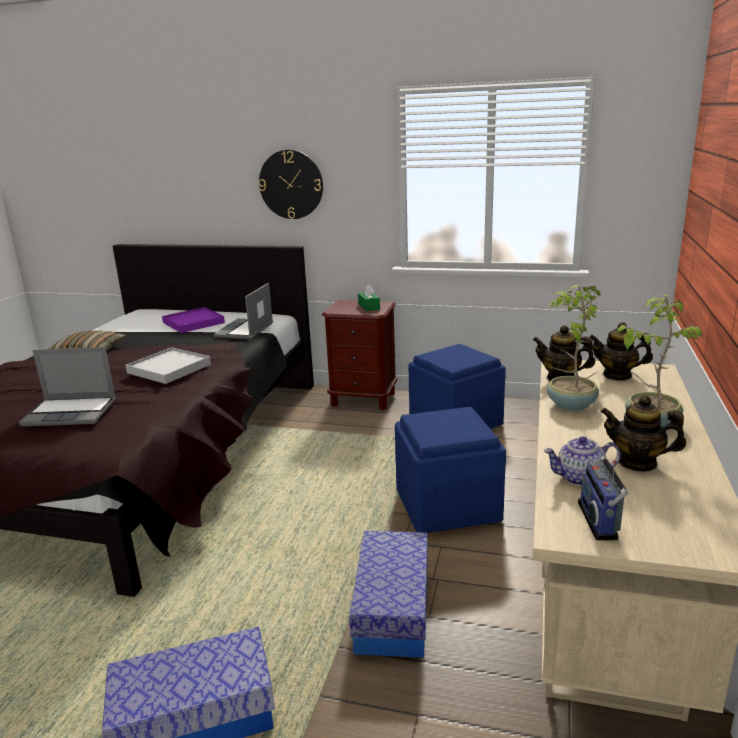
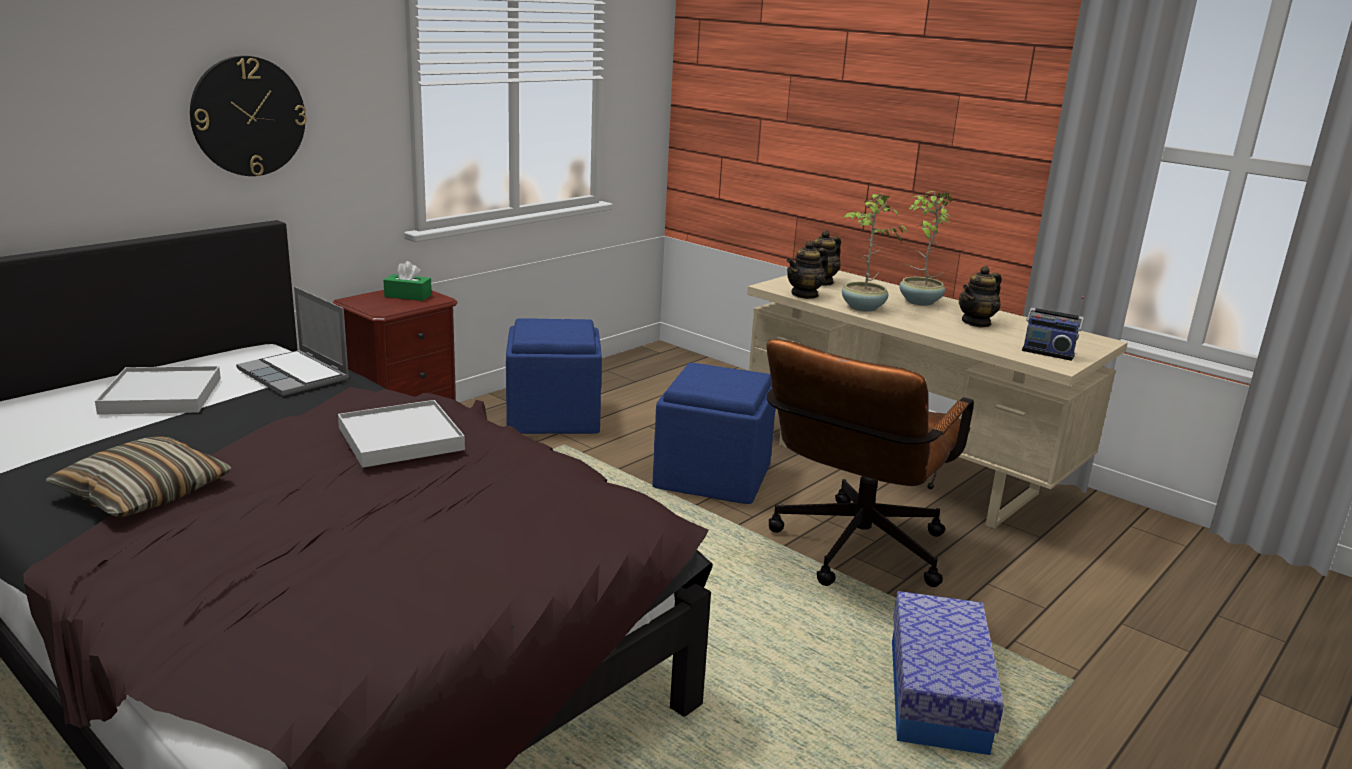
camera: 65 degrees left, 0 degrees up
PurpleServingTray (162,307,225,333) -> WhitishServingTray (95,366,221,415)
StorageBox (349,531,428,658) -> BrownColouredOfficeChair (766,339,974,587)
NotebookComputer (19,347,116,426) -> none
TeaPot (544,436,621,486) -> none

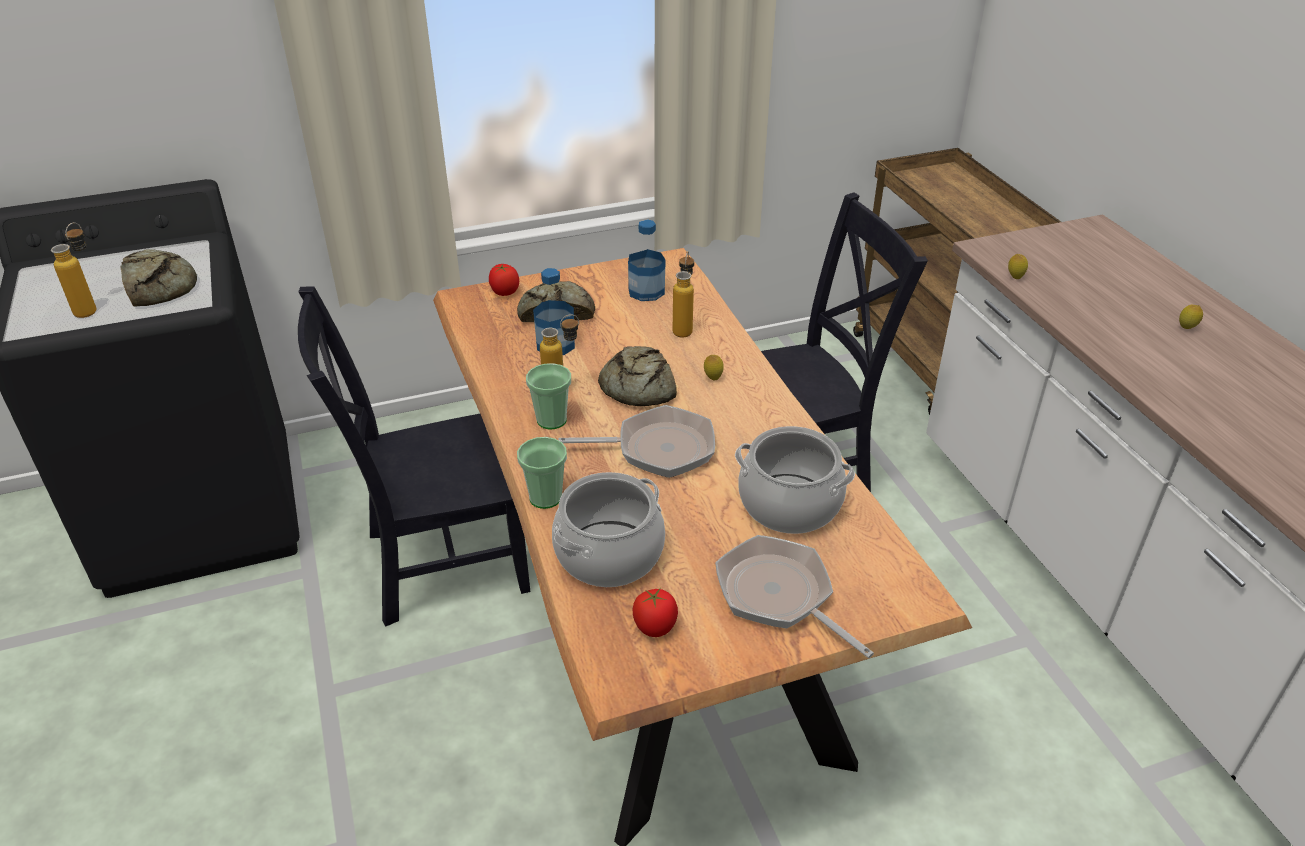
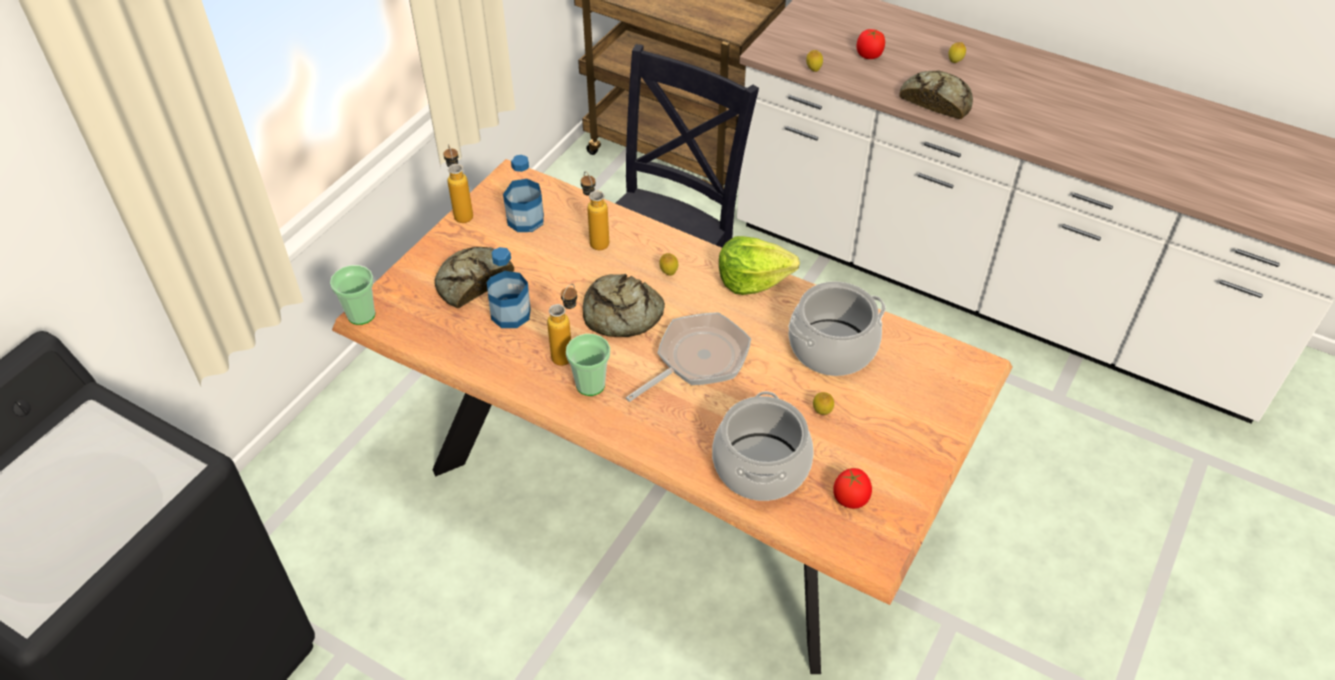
camera: 40 degrees left, 10 degrees up
SmallCup (517,437,567,509) -> SmallCup (330,265,376,325), shifted
DrinkBottle (51,222,96,318) -> DrinkBottle (443,144,473,223), shifted
none -> Lettuce (719,236,800,295)
none -> Lemon (813,392,834,415)
WholeTomato (489,264,519,296) -> WholeTomato (856,29,885,59), shifted
BakeryBread (120,249,197,306) -> BakeryBread (899,70,973,119), shifted
BlackishPlainChair (298,286,530,626) -> none
Pan (715,535,874,658) -> none

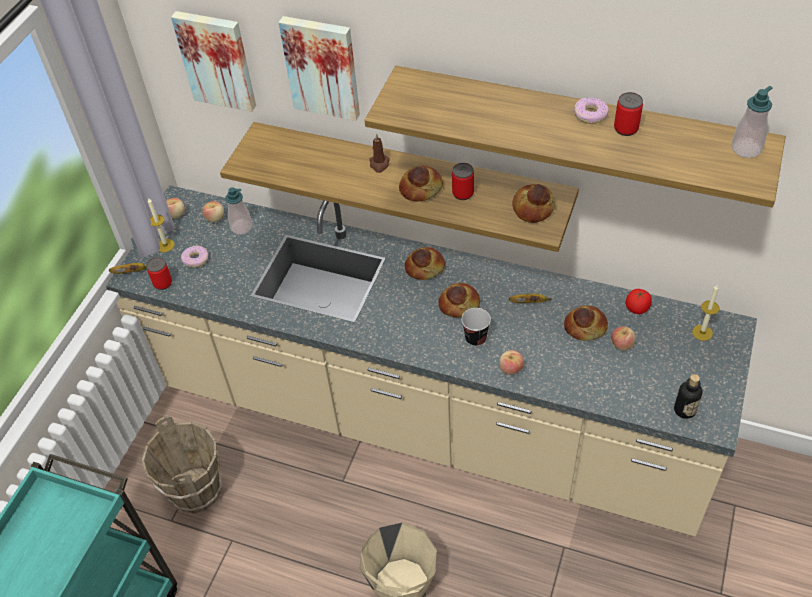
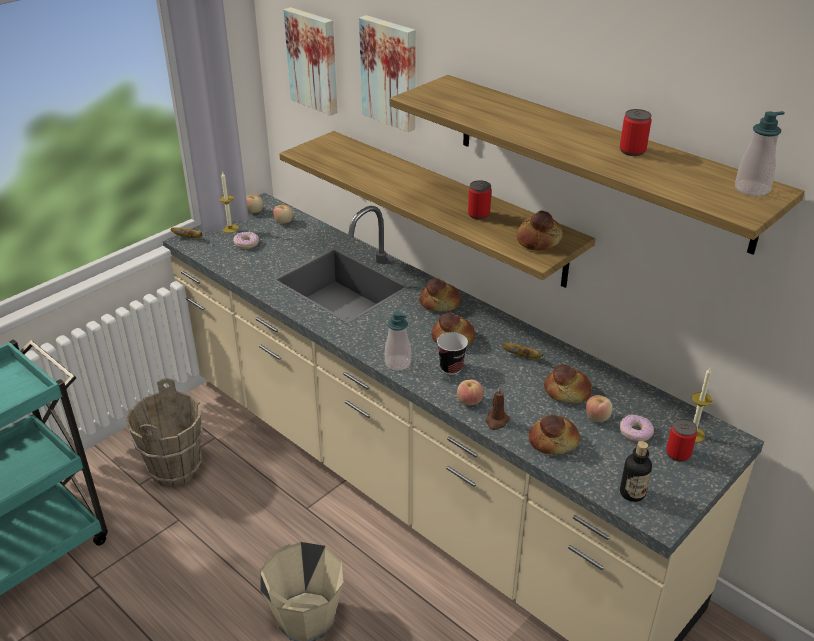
camera: 20 degrees right, 15 degrees down
SoapDispenser (225,187,253,235) -> SoapDispenser (385,311,411,371), shifted
BrownColouredCandle (370,133,390,173) -> BrownColouredCandle (486,387,510,430), shifted
BakeryBread (399,166,443,201) -> BakeryBread (529,414,580,455), shifted
Doughnut (574,97,609,124) -> Doughnut (620,415,654,442), shifted
MetalCan (146,257,172,290) -> MetalCan (666,419,697,462), shifted
WholeTomato (626,289,652,314) -> none

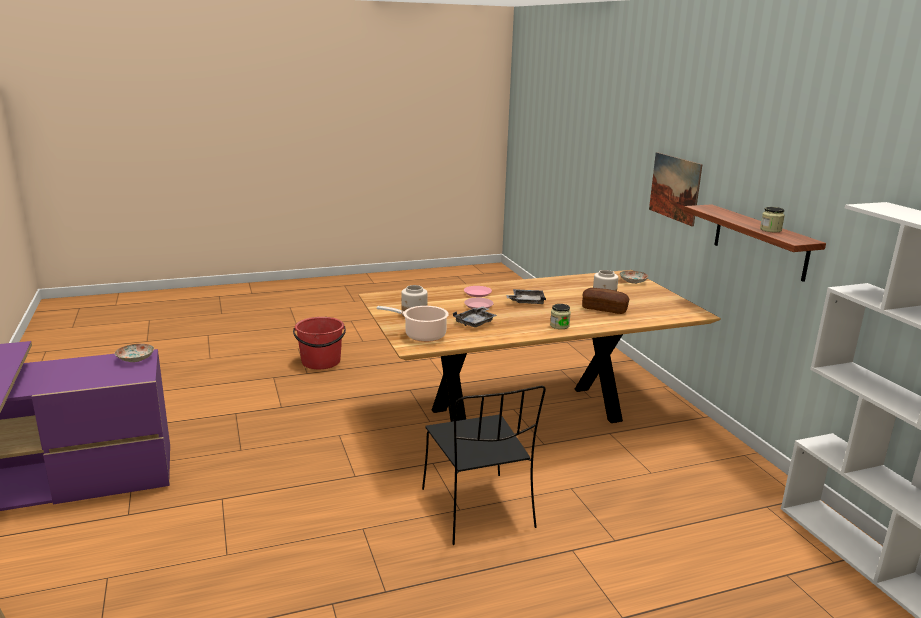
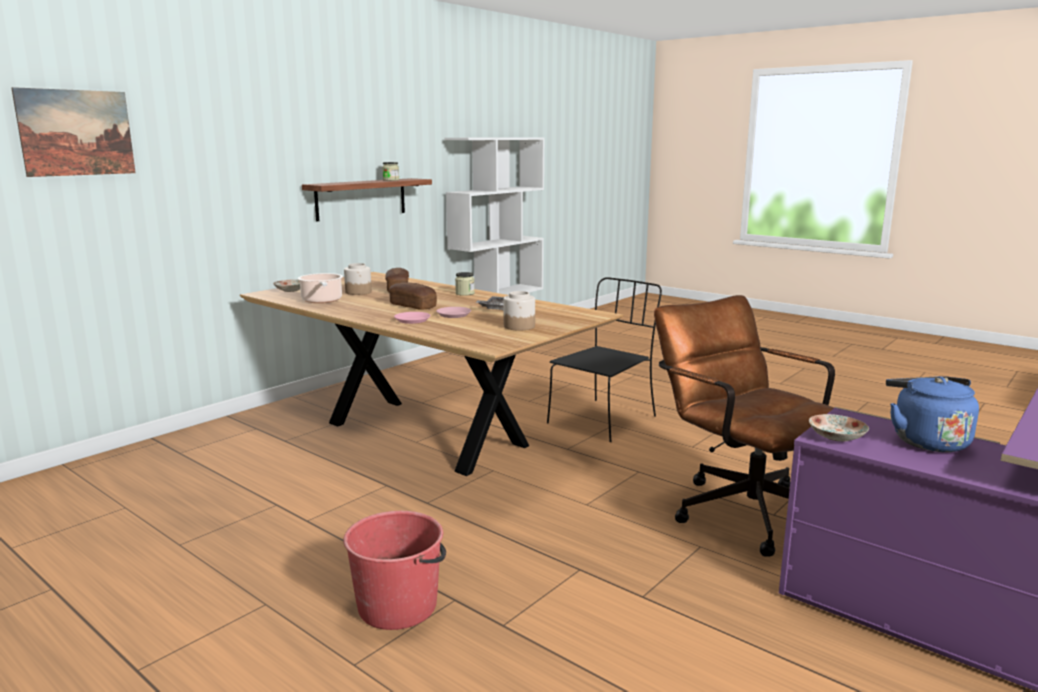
camera: 120 degrees left, 5 degrees down
WallPicture (649,152,703,227) -> WallPicture (11,87,136,177), shifted
Saucepot (377,306,449,342) -> Saucepot (297,273,343,303), shifted
GrayServingTray (506,289,546,304) -> BakeryBread (389,282,437,310)
none -> BrownColouredOfficeChair (654,295,835,557)
none -> BlueColouredTeaKettle (886,376,979,452)

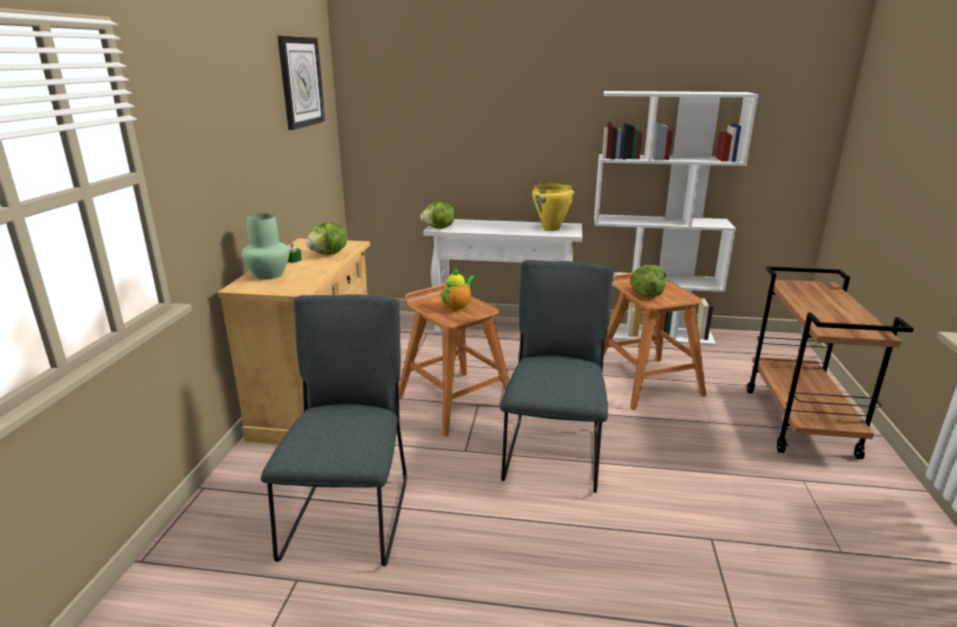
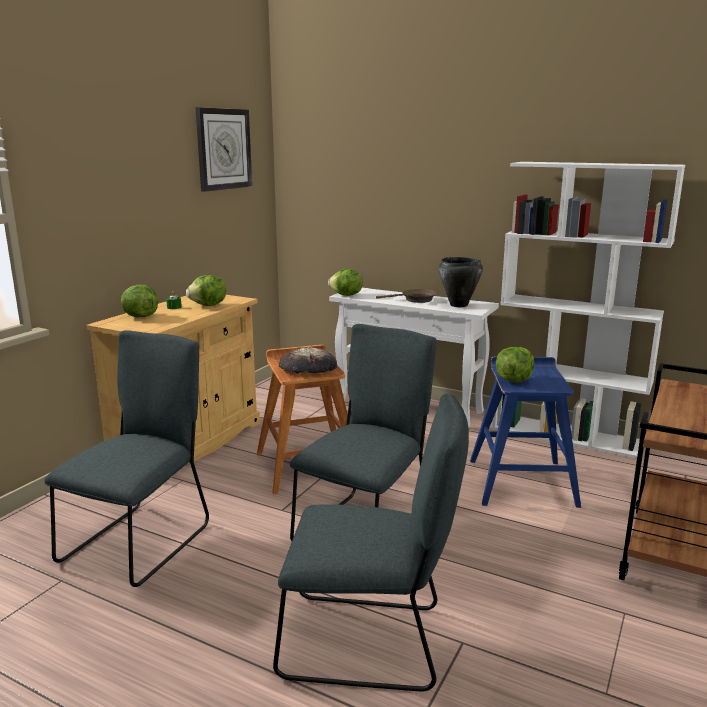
camera: 20 degrees right, 5 degrees down
GreenVase (242,214,289,280) -> Lettuce (121,285,158,317)
none -> GrayPlainChair (273,394,469,692)
TeaPot (441,268,475,311) -> BakeryBread (279,347,337,374)
none -> BrownColouredPan (376,289,436,303)
YellowColouredSaucepot (532,183,574,231) -> BlackishSaucepot (439,257,483,307)
BrownColouredStoolSeat (604,273,707,410) -> BlueColouredStoolSeat (470,356,581,508)

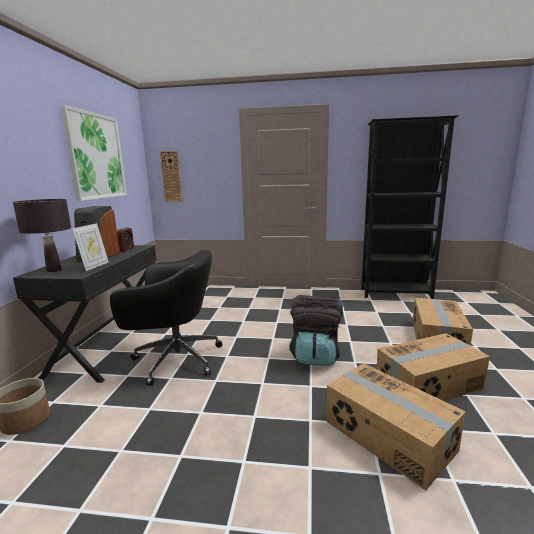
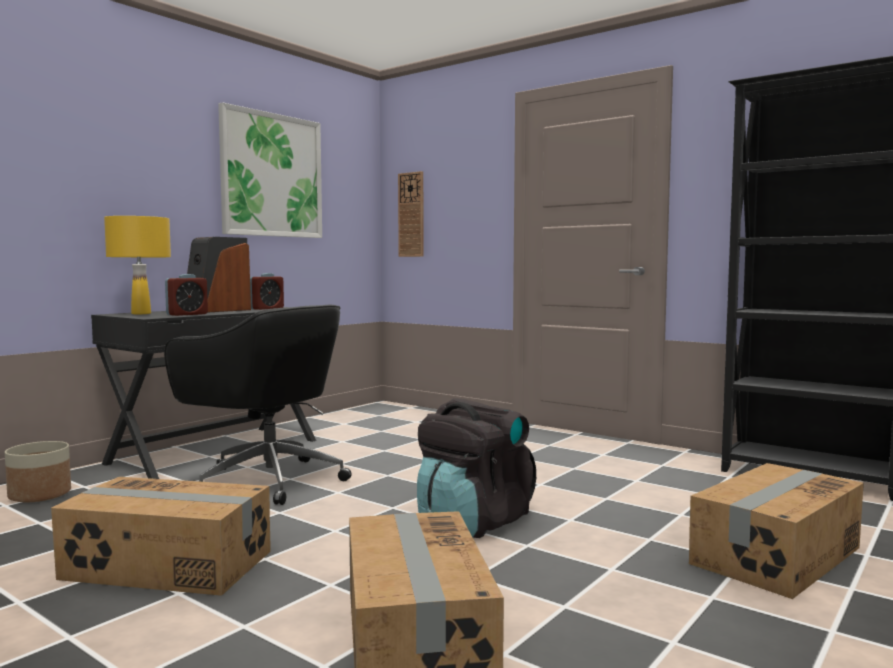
camera: 30 degrees right, 10 degrees down
Carton (377,333,490,401) -> Carton (51,477,271,596), shifted
BlackishTabletopLamp (13,199,71,272) -> YellowColouredTabletopLamp (104,216,171,314)
StandingFrame (72,223,109,271) -> BedsideClock (165,274,208,316)

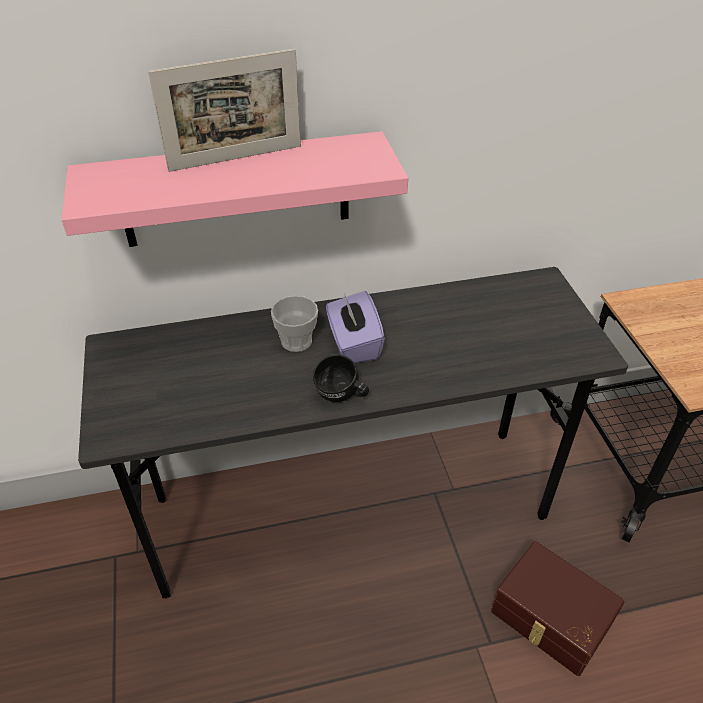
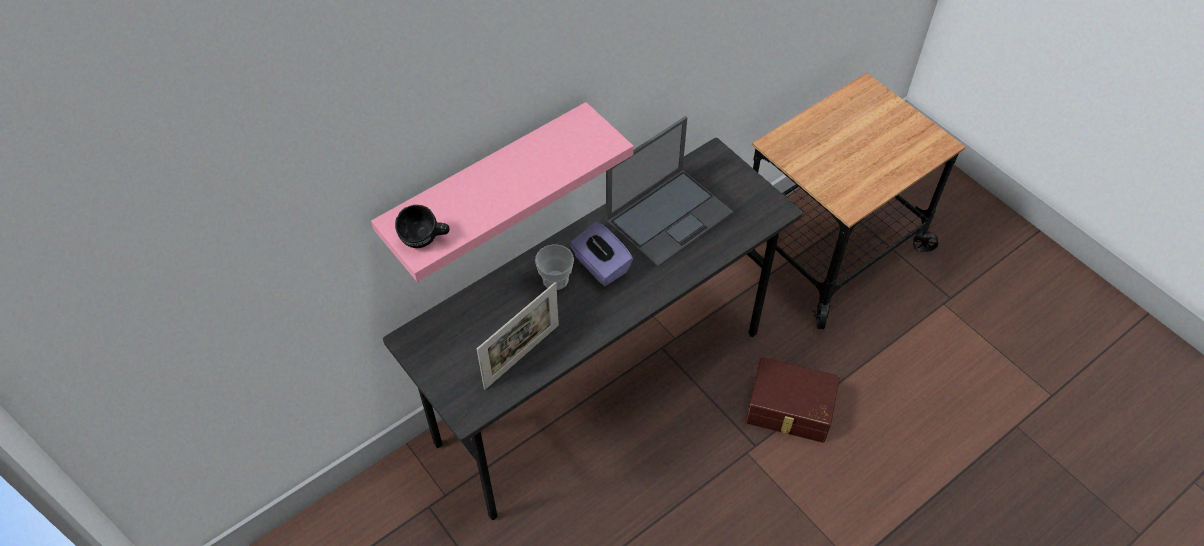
camera: 25 degrees left, 10 degrees up
BlackishMug (313,354,369,402) -> BlackishMug (395,205,450,248), shifted
StandingFrame (148,49,301,172) -> StandingFrame (477,282,559,390), shifted
none -> NotebookComputer (606,116,733,267)

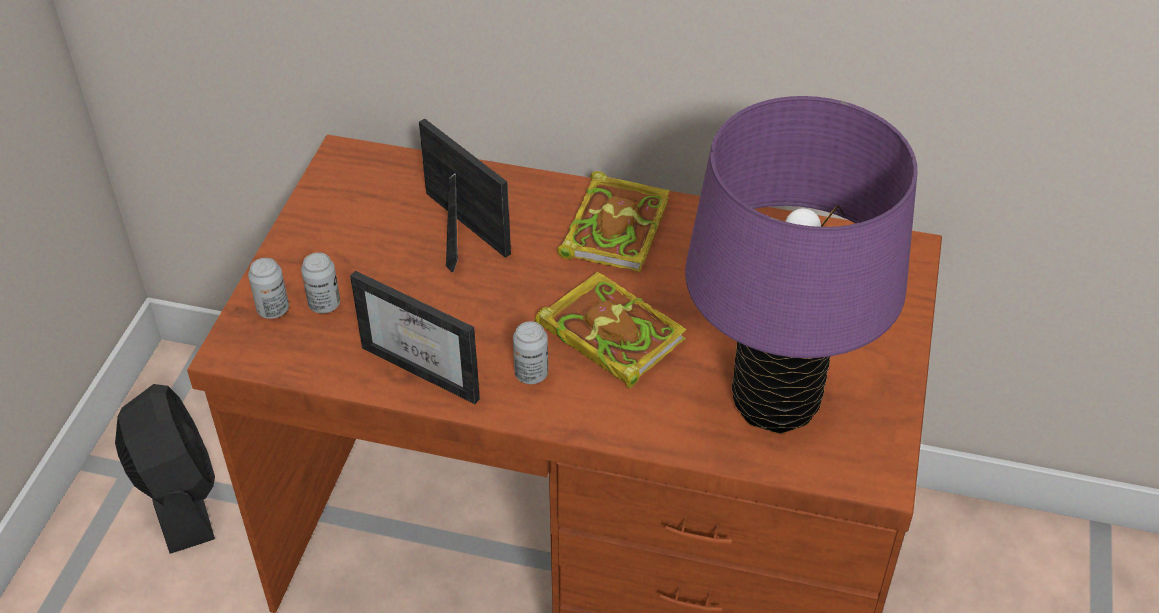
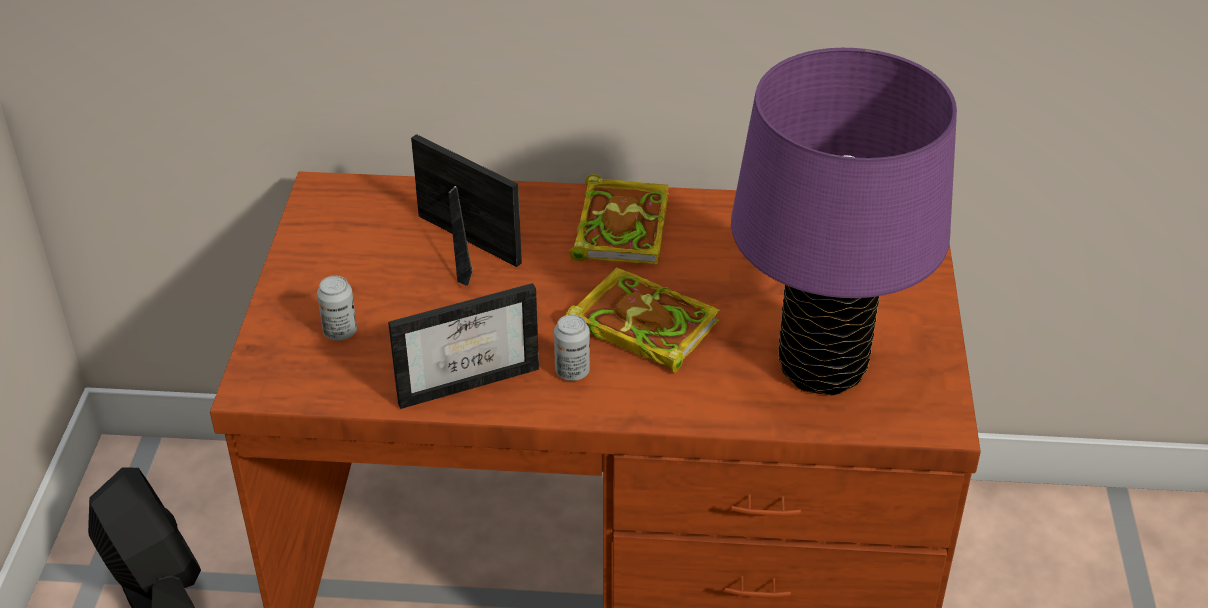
camera: 10 degrees left, 5 degrees down
StandingFrame (350,271,480,404) -> StandingFrame (388,283,539,409), 45 degrees counterclockwise
MetalCan (248,258,289,319) -> none

